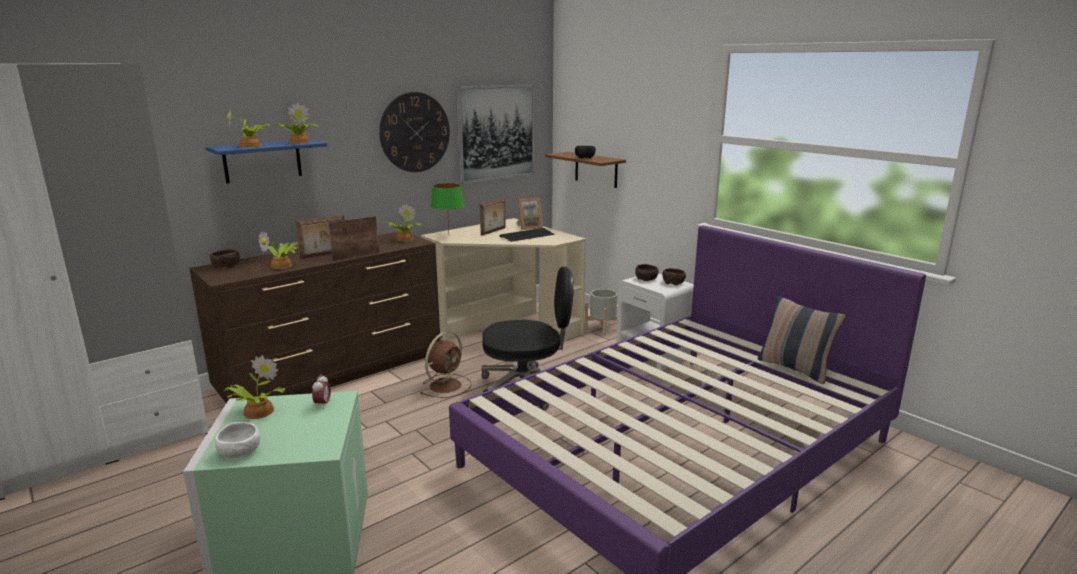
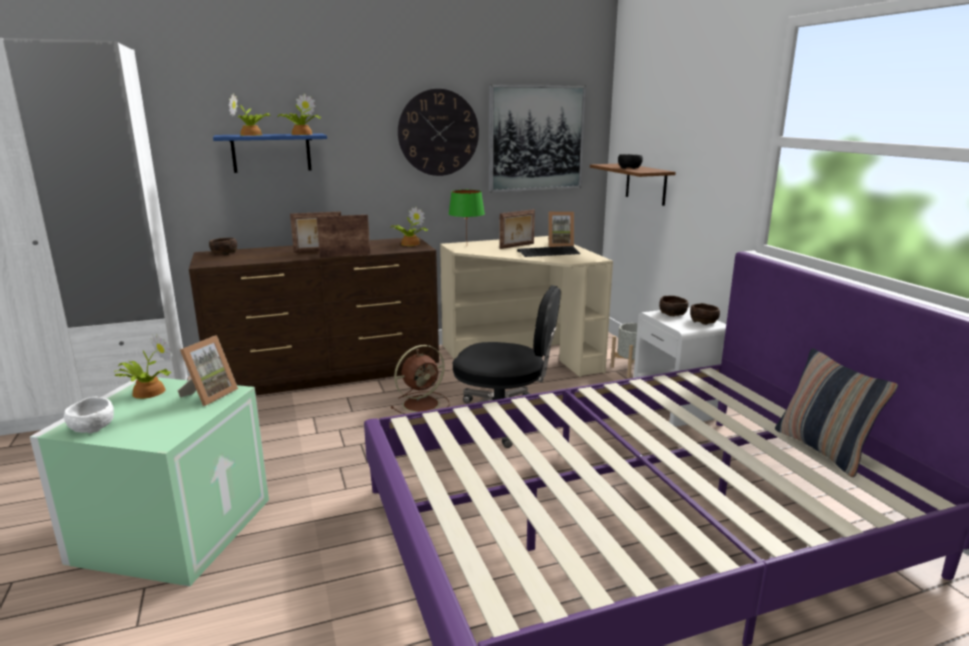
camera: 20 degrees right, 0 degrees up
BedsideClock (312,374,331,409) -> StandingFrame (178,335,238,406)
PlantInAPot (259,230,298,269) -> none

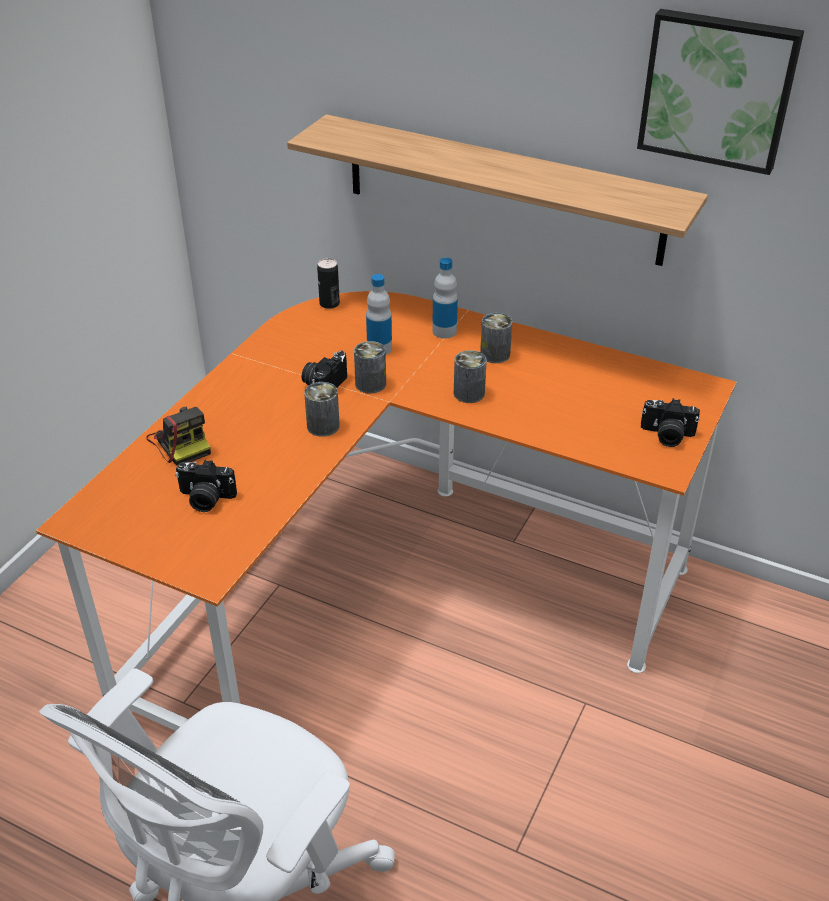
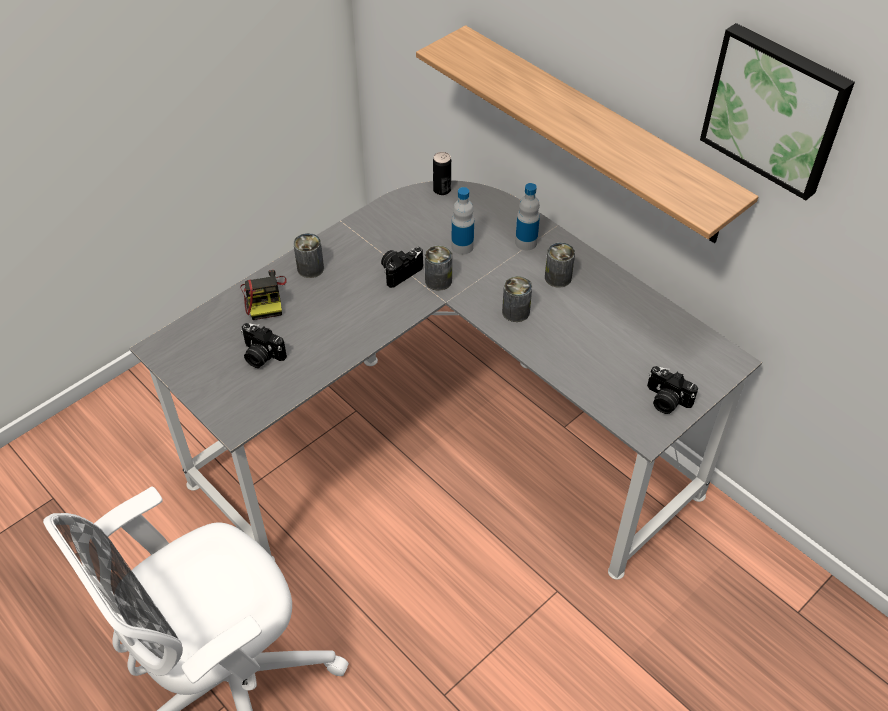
camera: 20 degrees right, 10 degrees up
OrangeColouredDesk (36,291,736,731) -> GrayDesk (129,180,762,580)
MetalCan (304,382,340,437) -> MetalCan (293,233,324,278), shifted

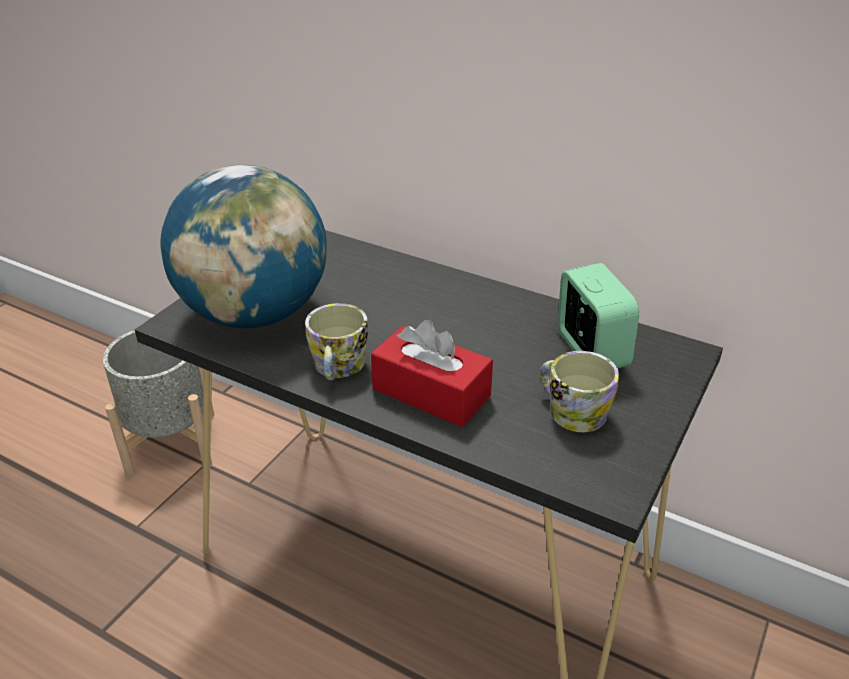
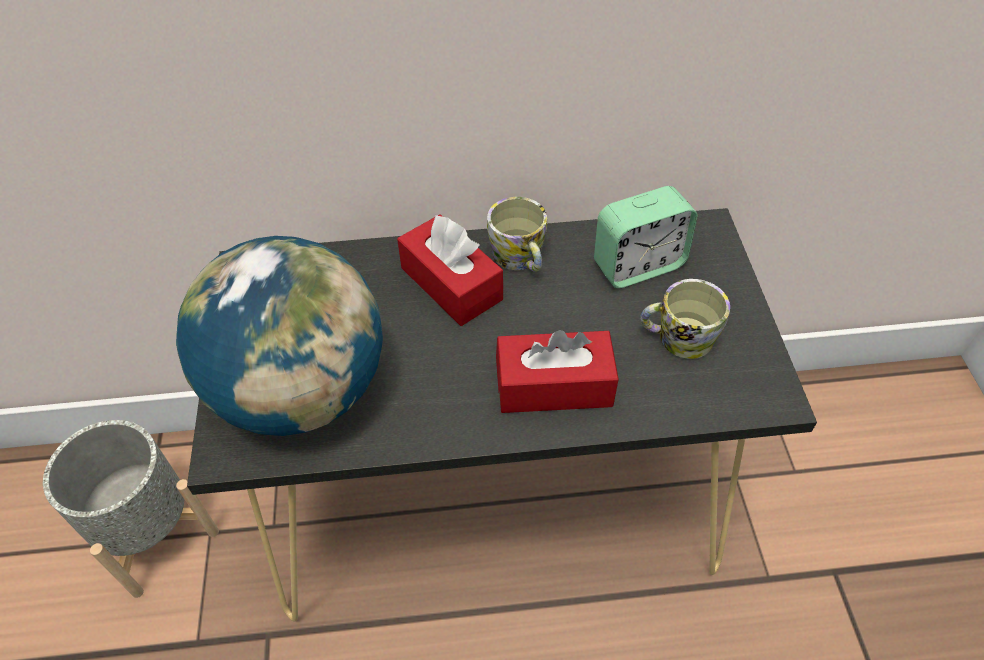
camera: 35 degrees left, 15 degrees up
none -> RedTissueHolder (397,215,503,326)
Mug (305,303,369,381) -> Mug (487,197,547,272), shifted
BedsideClock (558,263,639,369) -> BedsideClock (594,186,698,288), 120 degrees clockwise

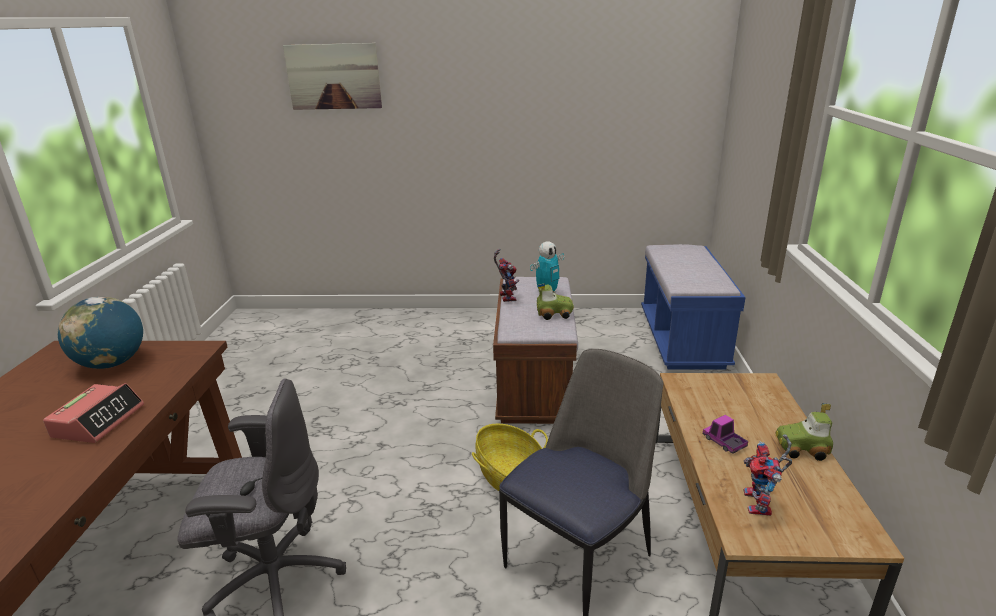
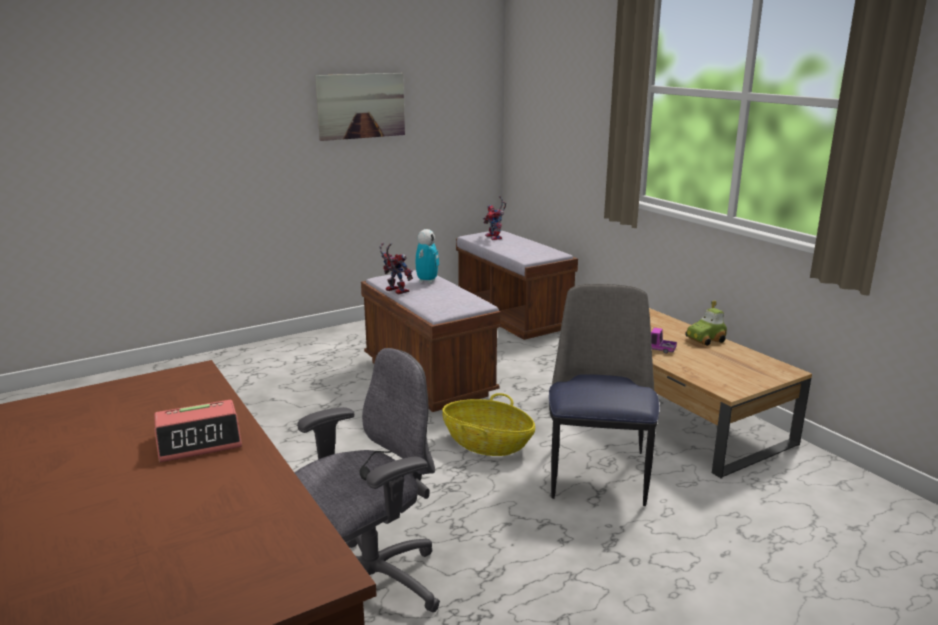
camera: 35 degrees left, 5 degrees down
BedsideClock (43,383,144,443) -> BedsideClock (154,400,242,462), 90 degrees clockwise
WallPicture (283,43,382,110) -> WallPicture (315,73,405,141), shifted
BlueColouredIndoorBench (641,244,746,370) -> BrownColouredIndoorBench (456,231,578,340)
ToyRobot (744,434,792,516) -> ToyRobot (483,196,506,240), shifted
WorldGlobe (58,297,143,369) -> none
MiniatureCar (537,283,574,320) -> none

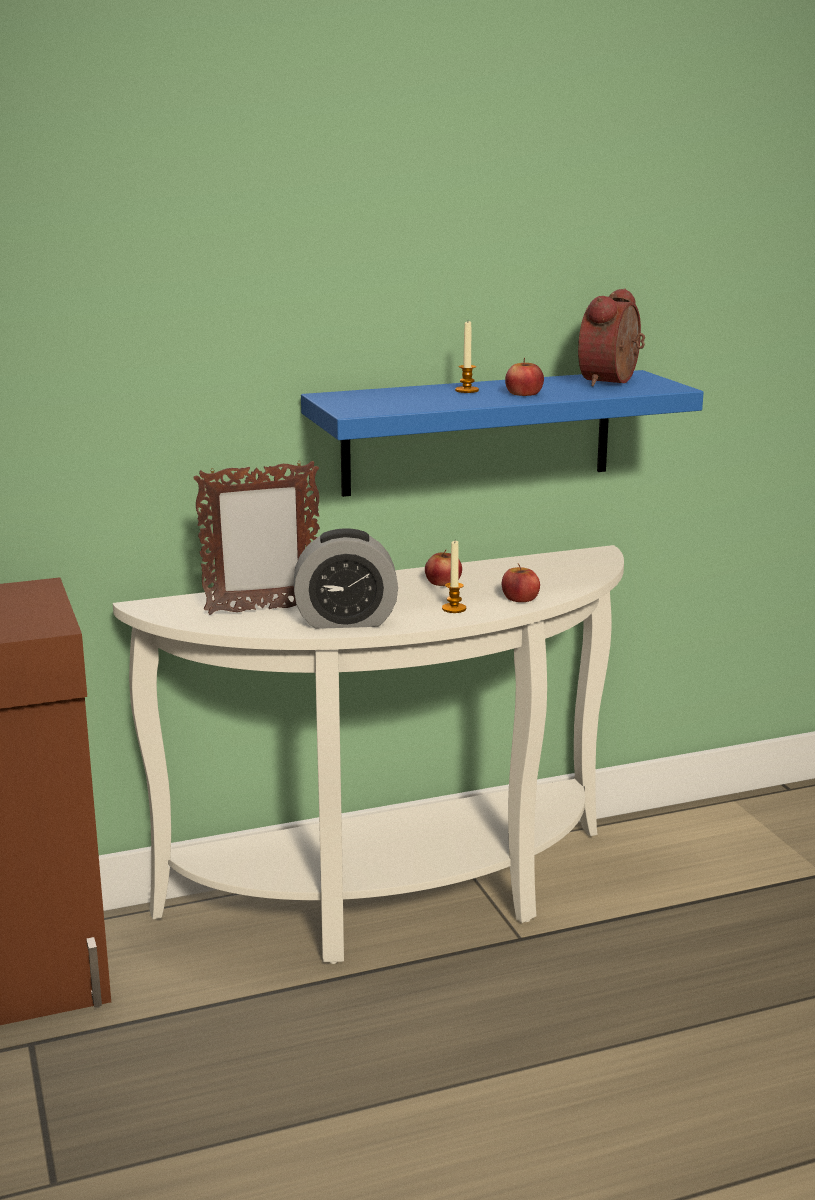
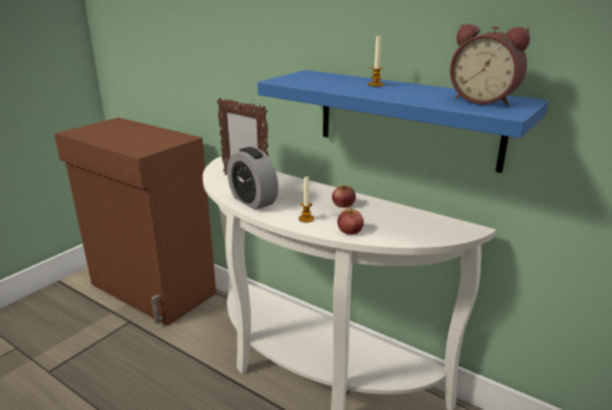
camera: 55 degrees right, 5 degrees up
BedsideClock (578,288,645,387) -> BedsideClock (450,24,530,106), 135 degrees counterclockwise
AppleFruit (505,358,544,396) -> none

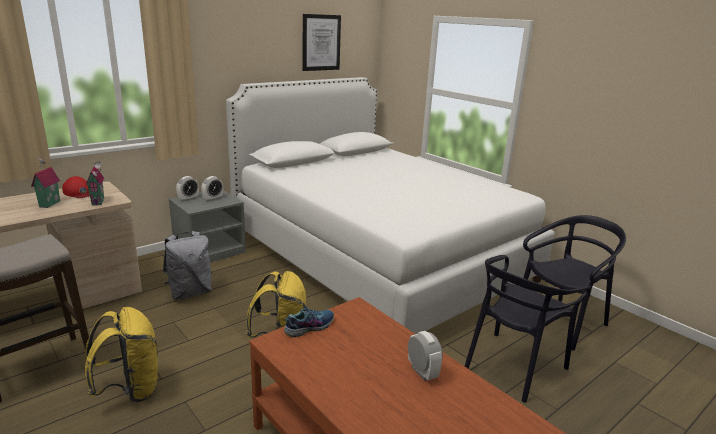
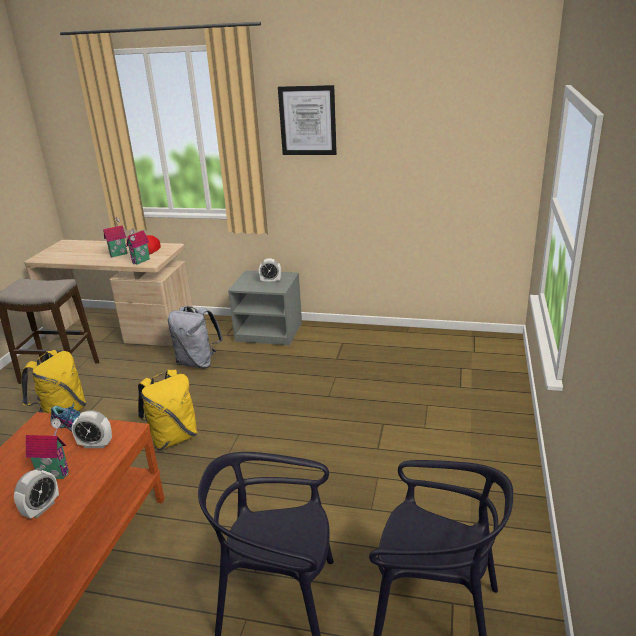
camera: 55 degrees right, 5 degrees up
none -> ModelHouse (26,418,69,479)
BedsideClock (176,176,199,201) -> BedsideClock (72,410,112,448), shifted
WallPicture (303,14,341,71) -> WallPicture (278,85,337,155), shifted
WhitishSleepingBed (226,77,555,334) -> none

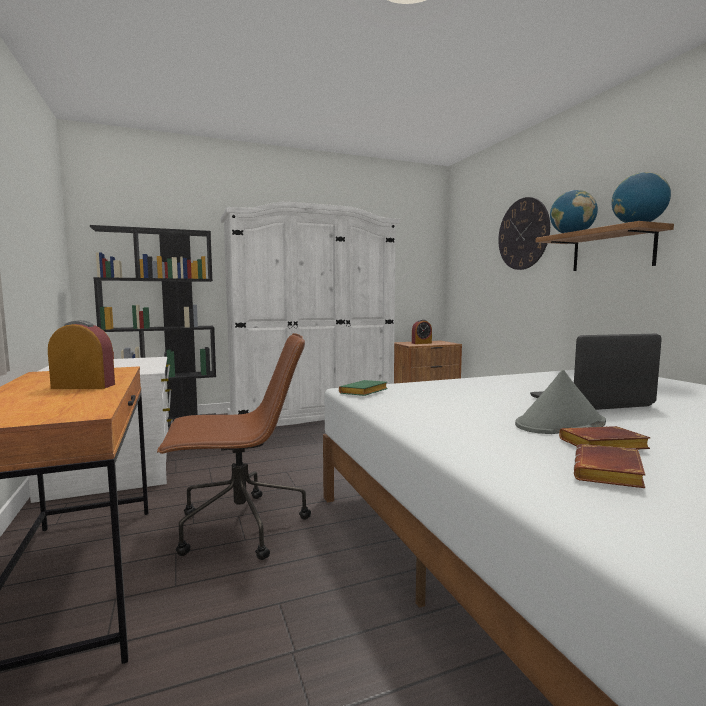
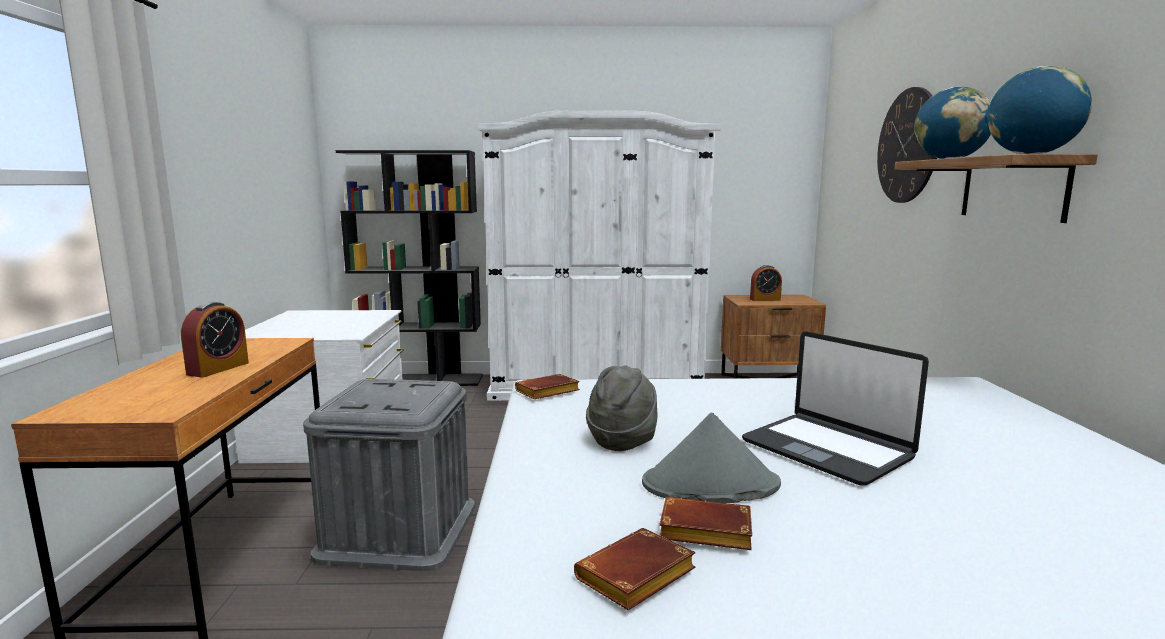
camera: 20 degrees right, 5 degrees up
BedsideClock (48,320,115,389) -> BedsideClock (181,302,249,378), 90 degrees clockwise
BrownColouredOfficeChair (157,333,311,560) -> GrayStorageBox (303,379,475,572)
GreenVolume (339,380,388,396) -> BrownColouredVolume (515,374,580,399)
none -> GrayHat (586,365,658,451)
NotebookComputer (530,334,662,410) -> NotebookComputer (742,331,929,486), 135 degrees counterclockwise

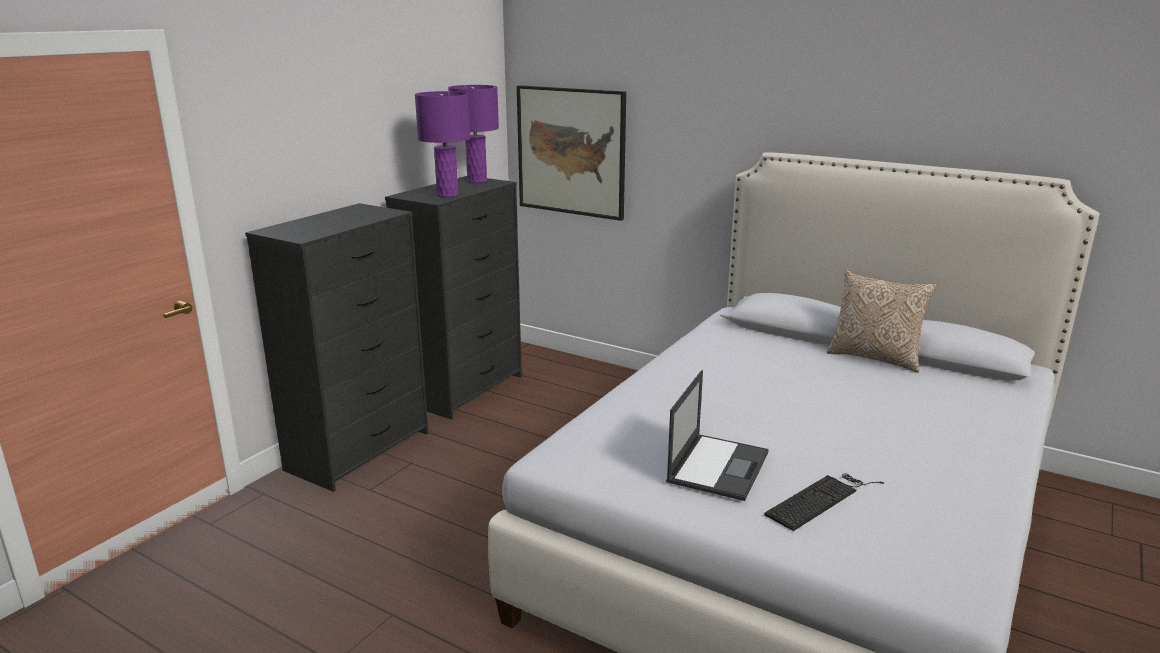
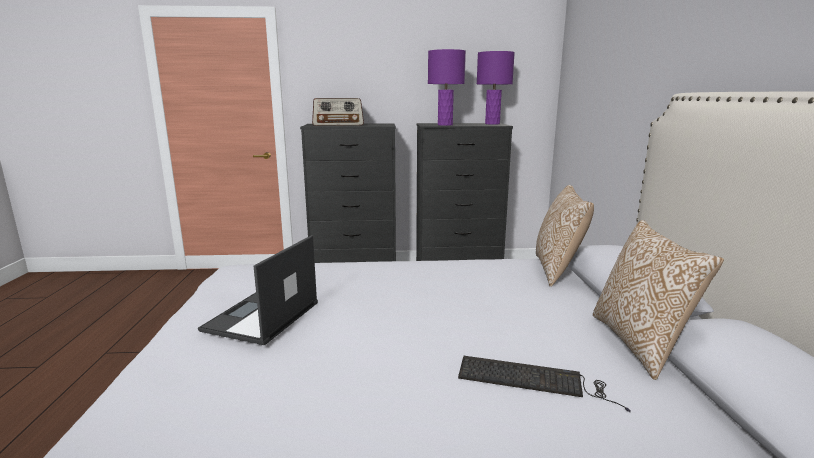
camera: 55 degrees right, 5 degrees down
NotebookComputer (666,370,769,501) -> NotebookComputer (198,235,318,345), 120 degrees clockwise
none -> RadioSet (312,98,364,126)
PcKeyboard (764,473,884,531) -> PcKeyboard (458,356,631,412), shifted
none -> Pillow (536,185,594,287)
WallPicture (517,85,626,221) -> none

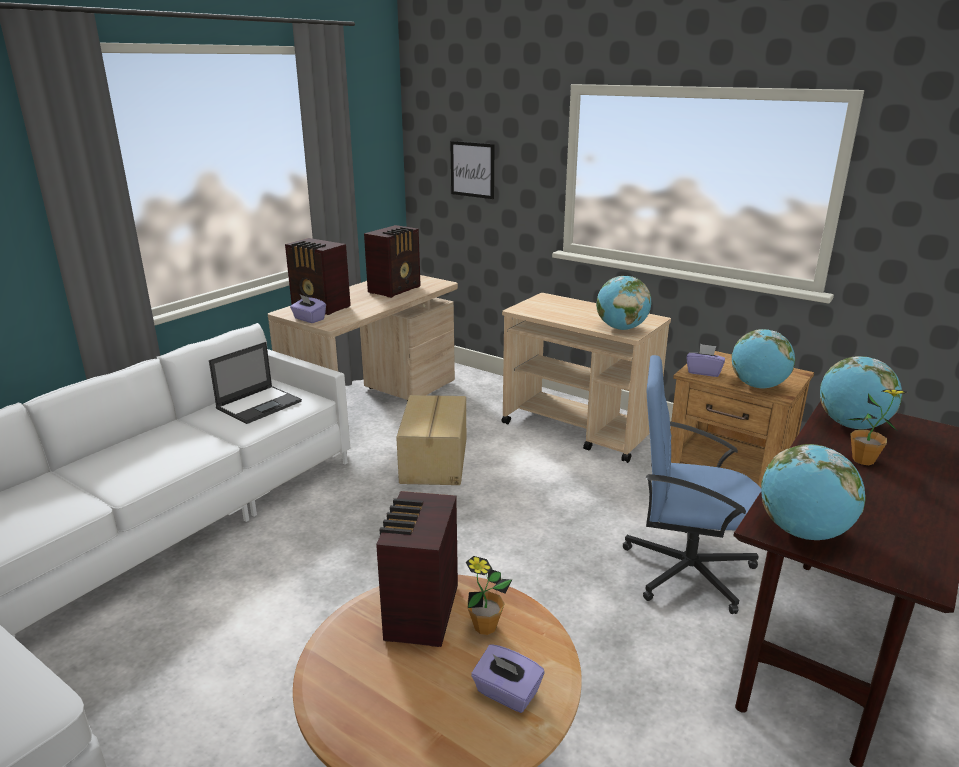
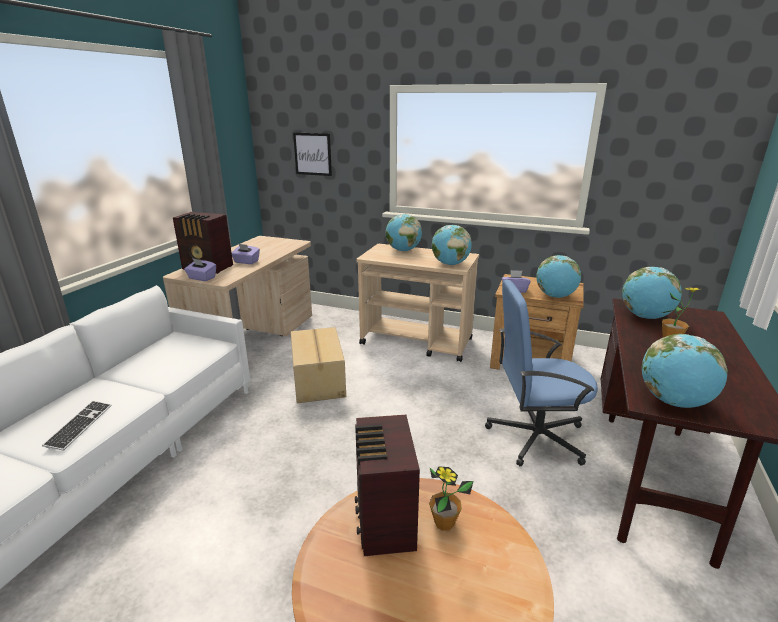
camera: 15 degrees left, 0 degrees up
none -> PcKeyboard (42,401,112,451)
PurpleTissueHolder (471,644,544,713) -> PurpleTissueHolder (232,244,260,264), shifted
none -> WorldGlobe (386,214,422,251)
NotebookComputer (209,342,302,424) -> none
RadioSet (364,225,421,298) -> none

